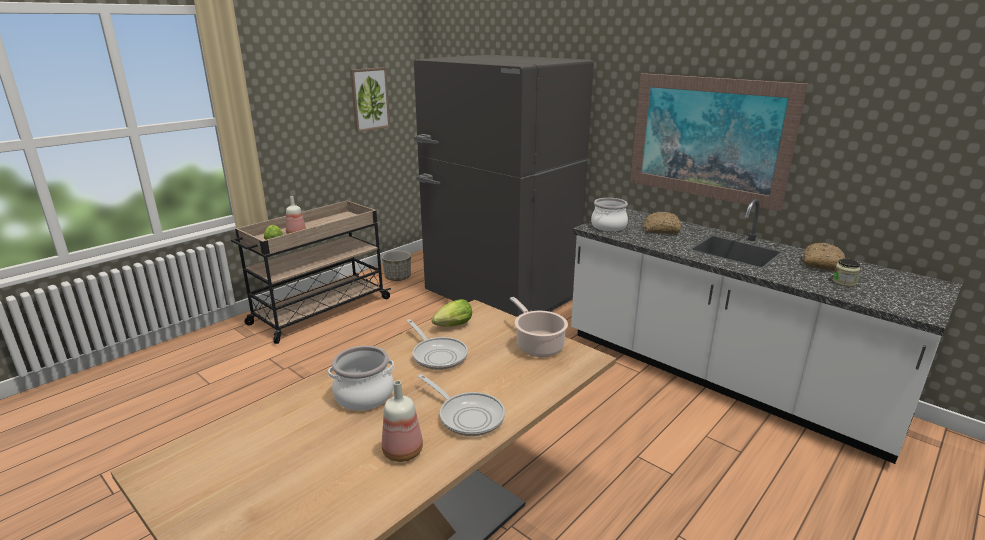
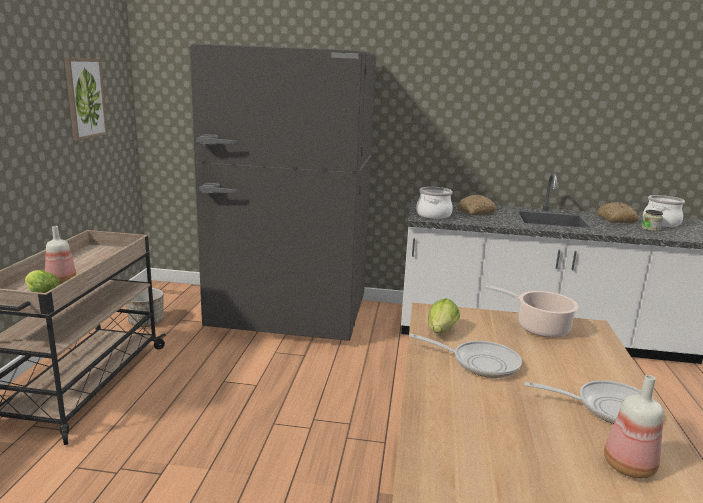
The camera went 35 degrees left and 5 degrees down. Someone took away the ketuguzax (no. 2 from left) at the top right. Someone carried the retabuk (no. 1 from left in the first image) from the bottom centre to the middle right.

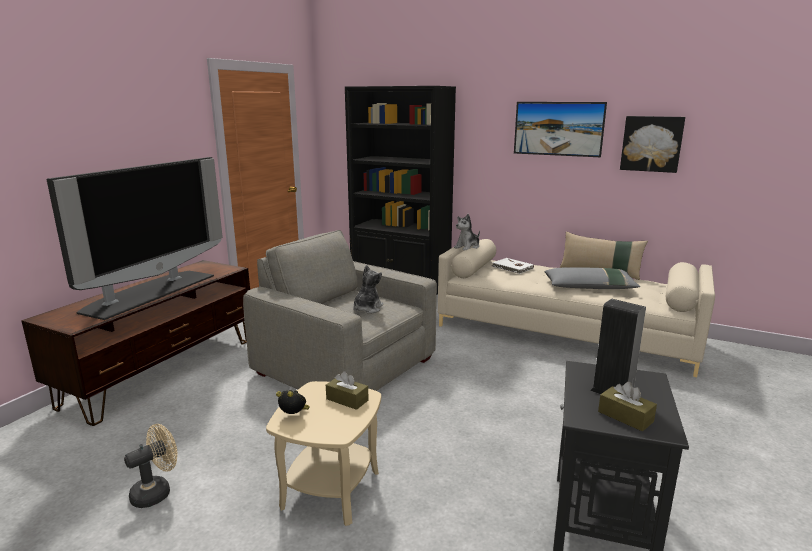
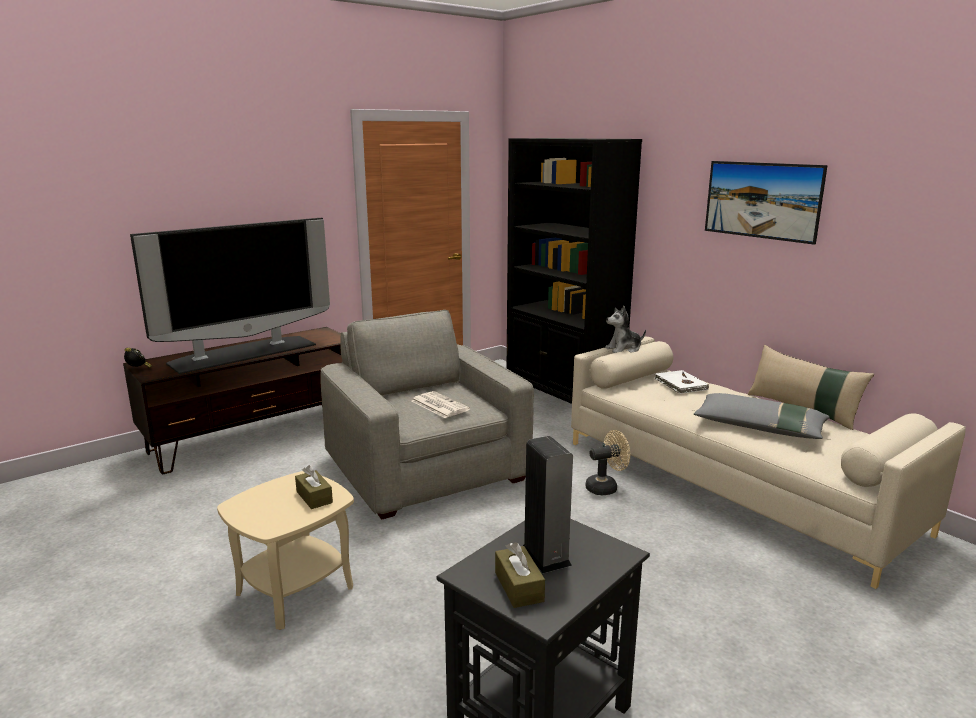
The camera went 25 degrees right and 0 degrees up. Someone took away the ketuguzax (no. 2 from left) at the top right. Someone carried the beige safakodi from the bottom left to the centre. Someone carried the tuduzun from the bottom centre to the middle left. Someone swapped the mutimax (no. 1 from left) at the centre for the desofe at the centre.

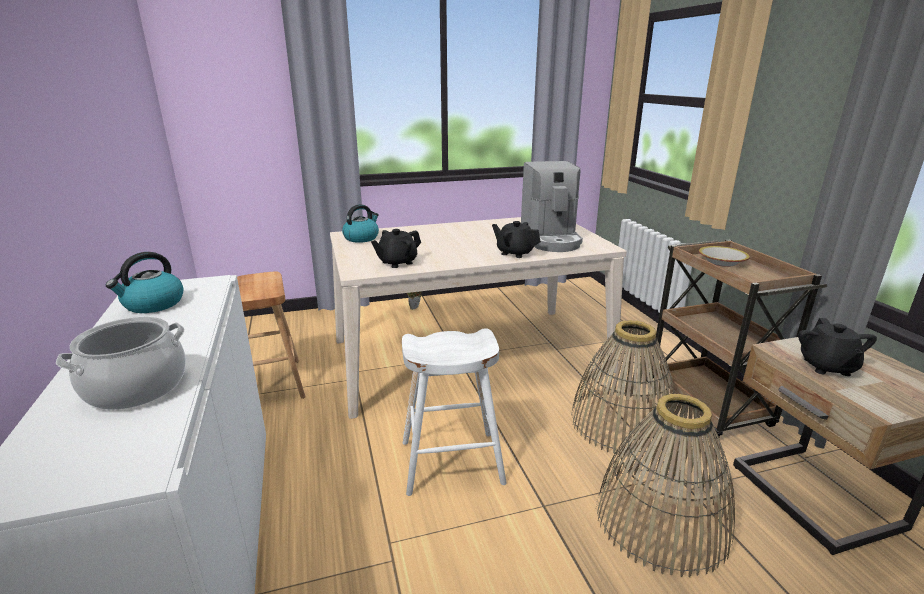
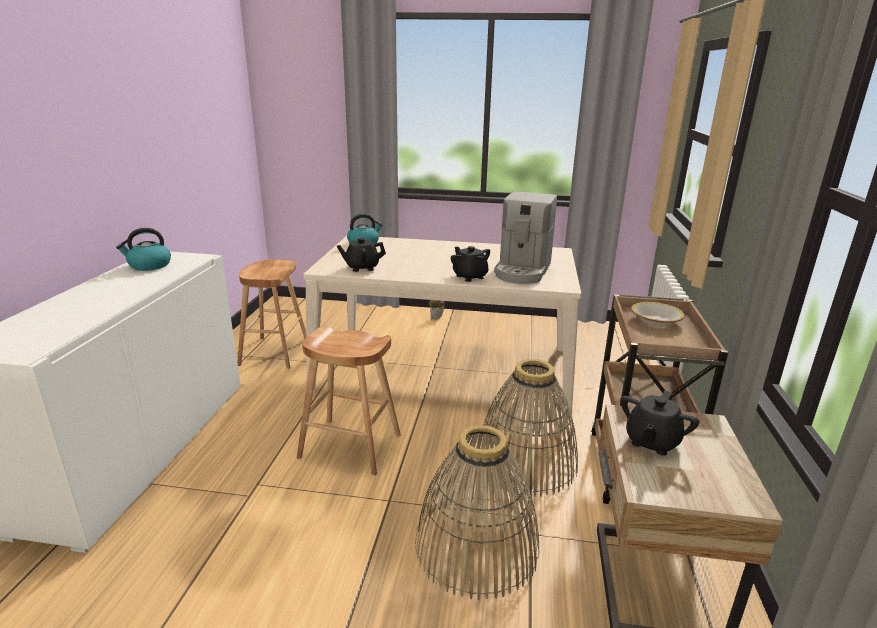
The camera went 25 degrees right and 0 degrees up. Someone took away the retabuk at the middle left. Someone repainted the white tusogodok at the bottom centre, which became the brown tusogodok (no. 2 from left) at the centre.

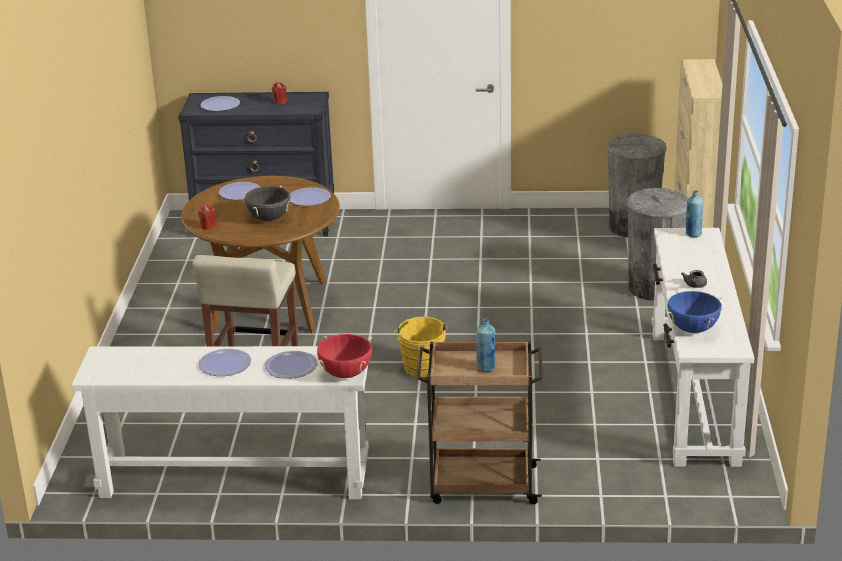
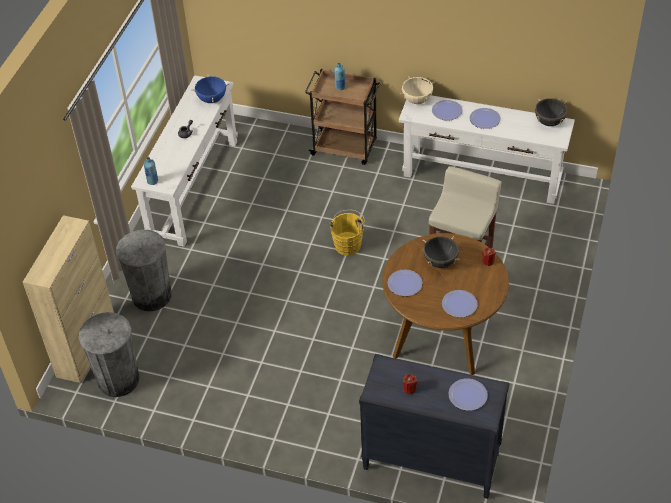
The camera went 165 degrees left and 20 degrees up. Someone put down the black retabuk (no. 2 from left) at the top right. Someone repainted the red retabuk at the centre, which became the beige retabuk at the top centre.

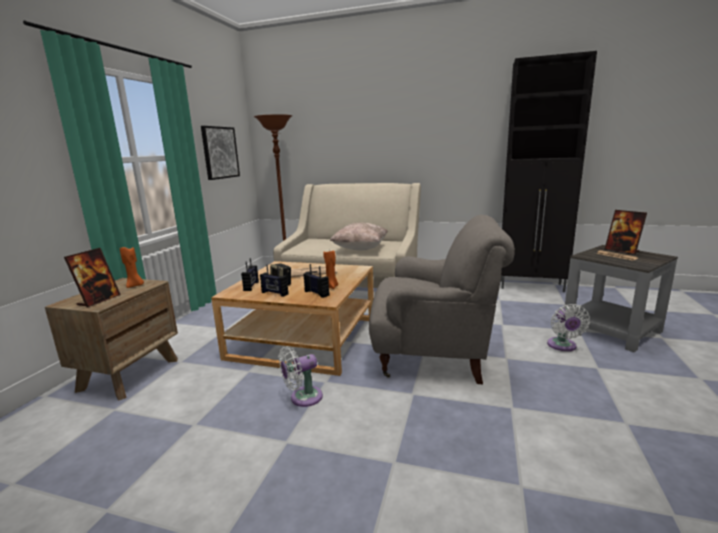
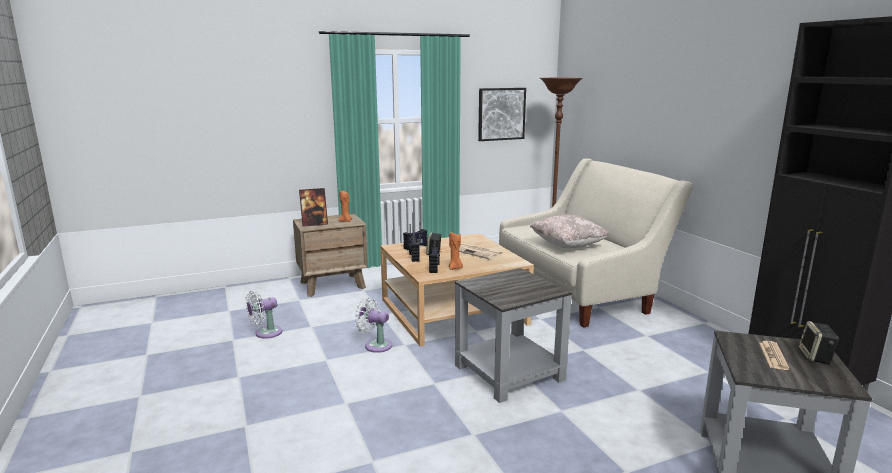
The camera went 50 degrees right and 0 degrees up. Someone carried the white safakodi (no. 2 from left in the first image) from the middle right to the middle left. Someone swapped the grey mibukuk at the centre for the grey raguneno (no. 1 from left) at the bottom centre. Someone swapped the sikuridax (no. 2 from left) at the middle right for the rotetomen (no. 2 from left) at the bottom right.

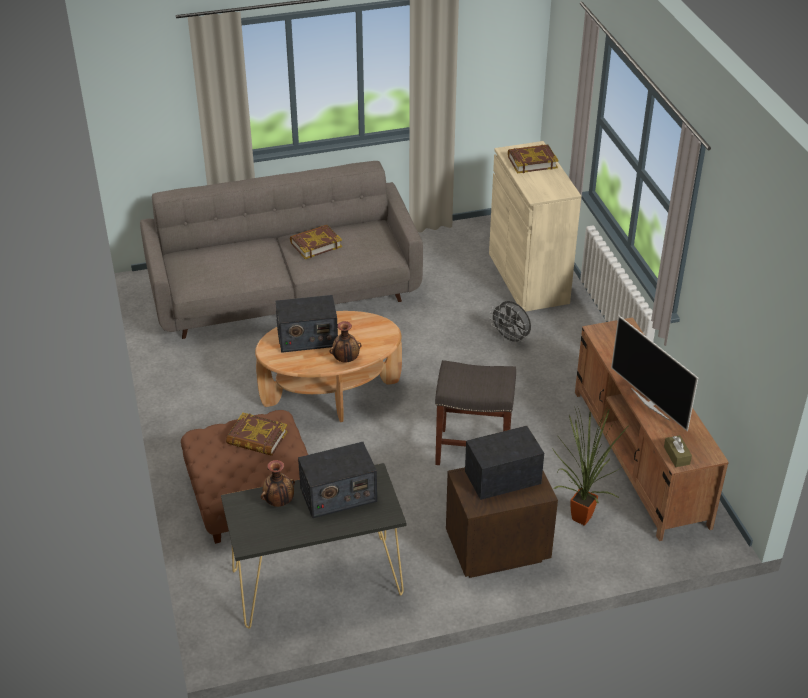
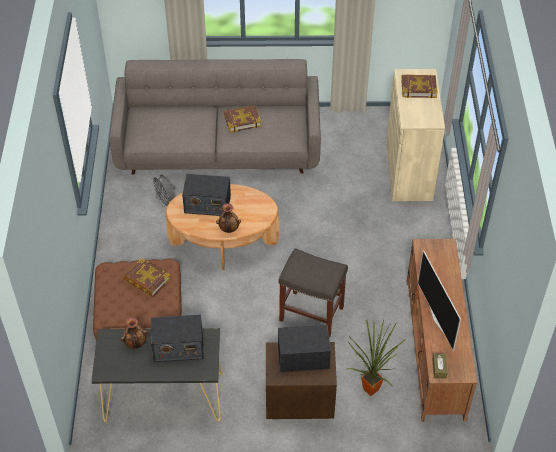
The camera went 15 degrees right and 10 degrees up. Someone carried the grey safakodi from the centre to the middle left.

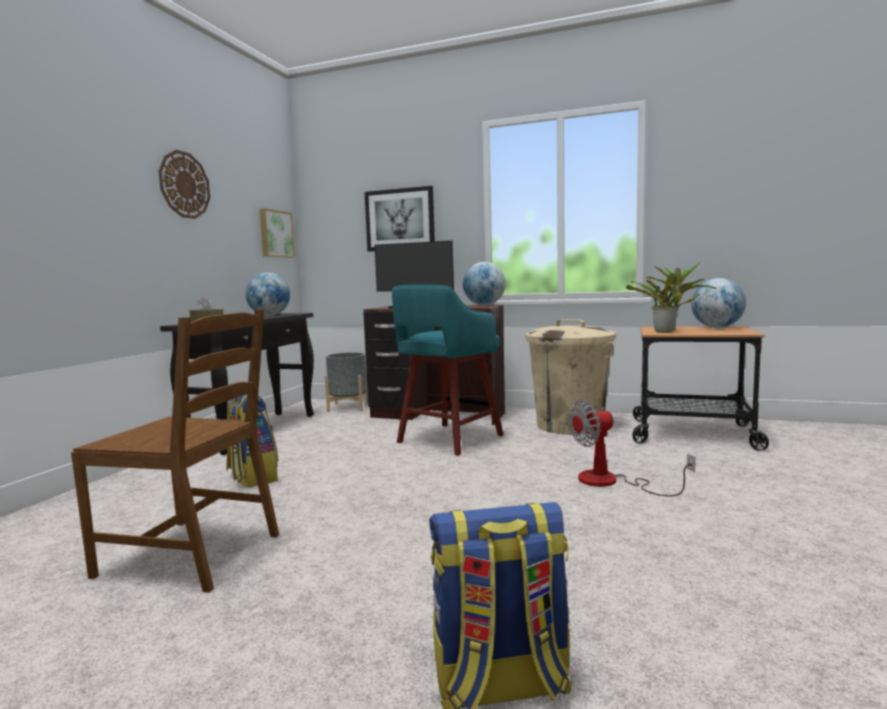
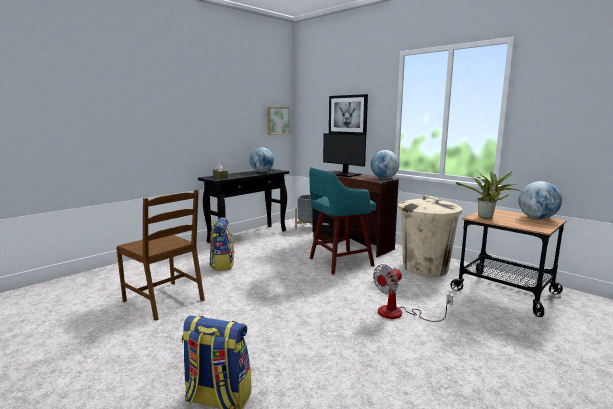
The camera went 25 degrees right and 5 degrees up. Someone took away the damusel at the top left. Someone rotated the safakodi at the middle right by 45 degrees counterclockwise.

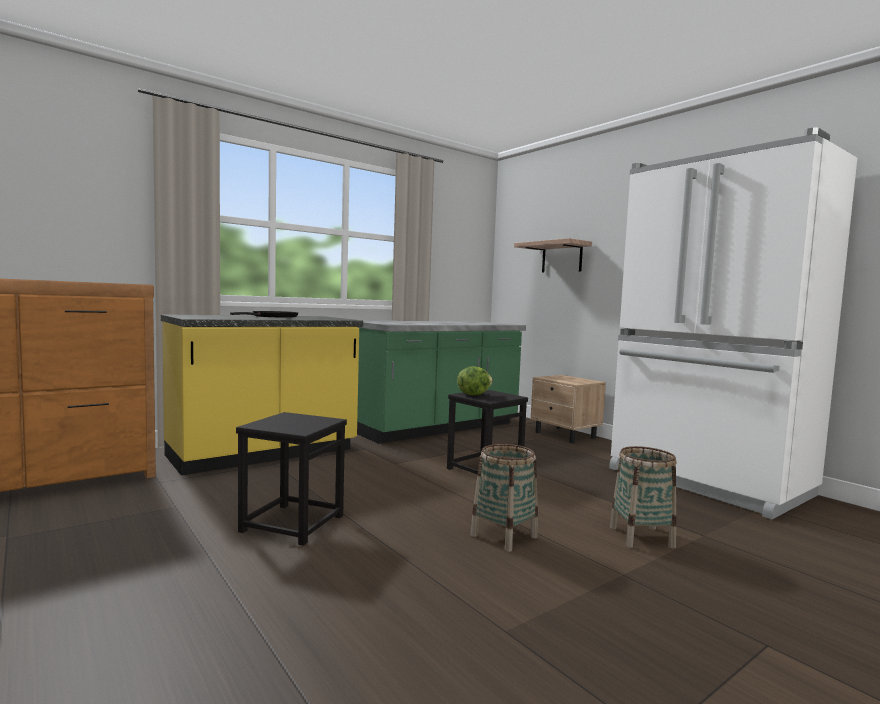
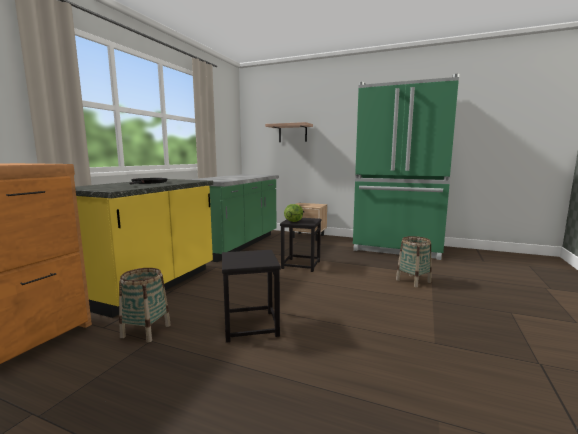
The camera went 30 degrees left and 5 degrees up. Someone carried the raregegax (no. 1 from left) from the bottom centre to the bottom left. Someone repainted the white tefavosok at the middle right, which became the green tefavosok at the middle right.

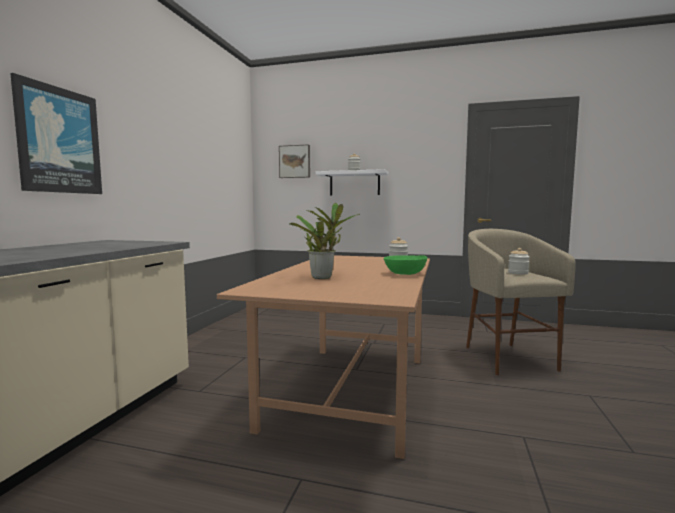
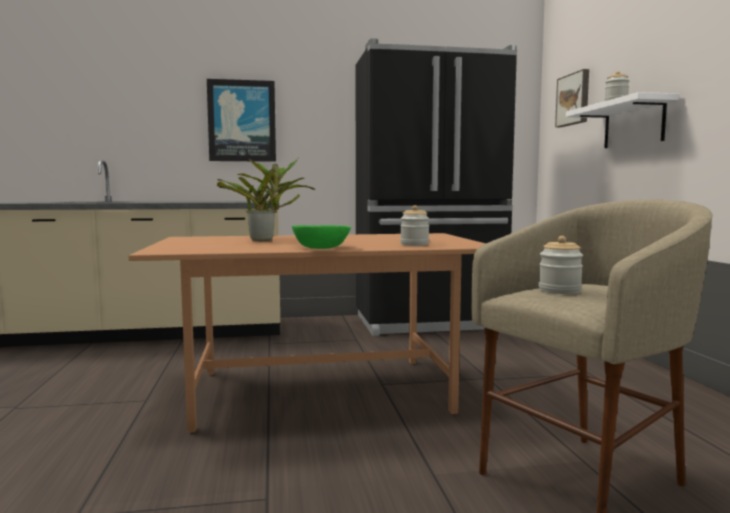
The camera went 65 degrees right and 0 degrees up. Someone put down the black tefavosok at the centre.

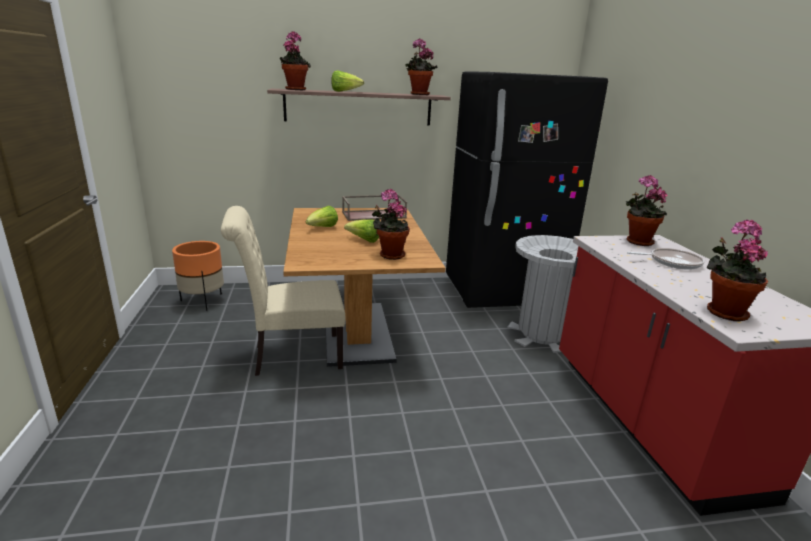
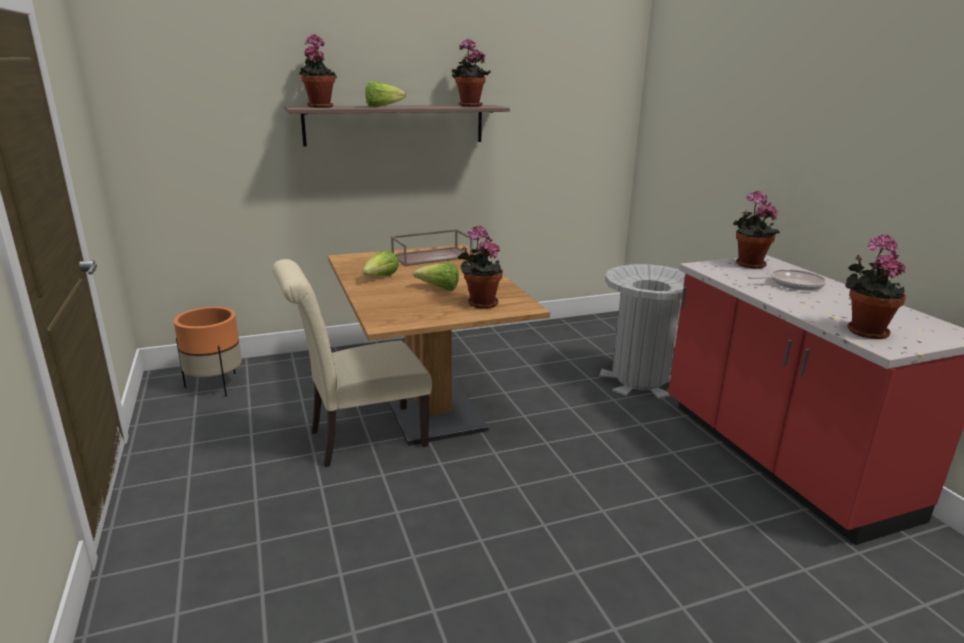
The camera went 10 degrees left and 0 degrees up. Someone took away the black tefavosok at the centre.

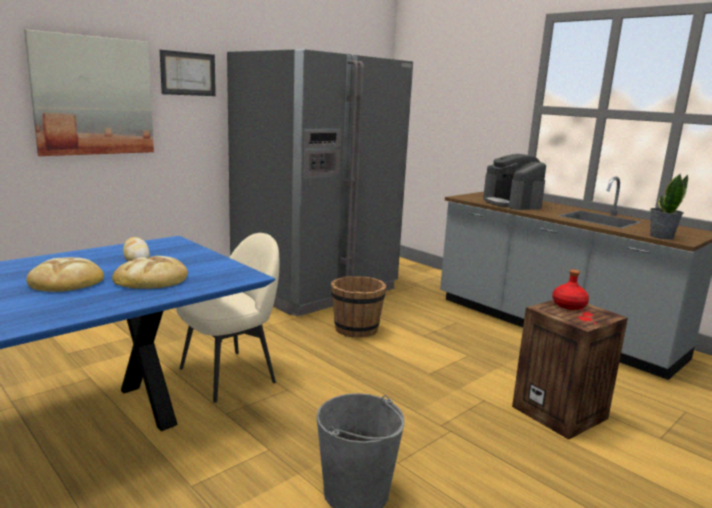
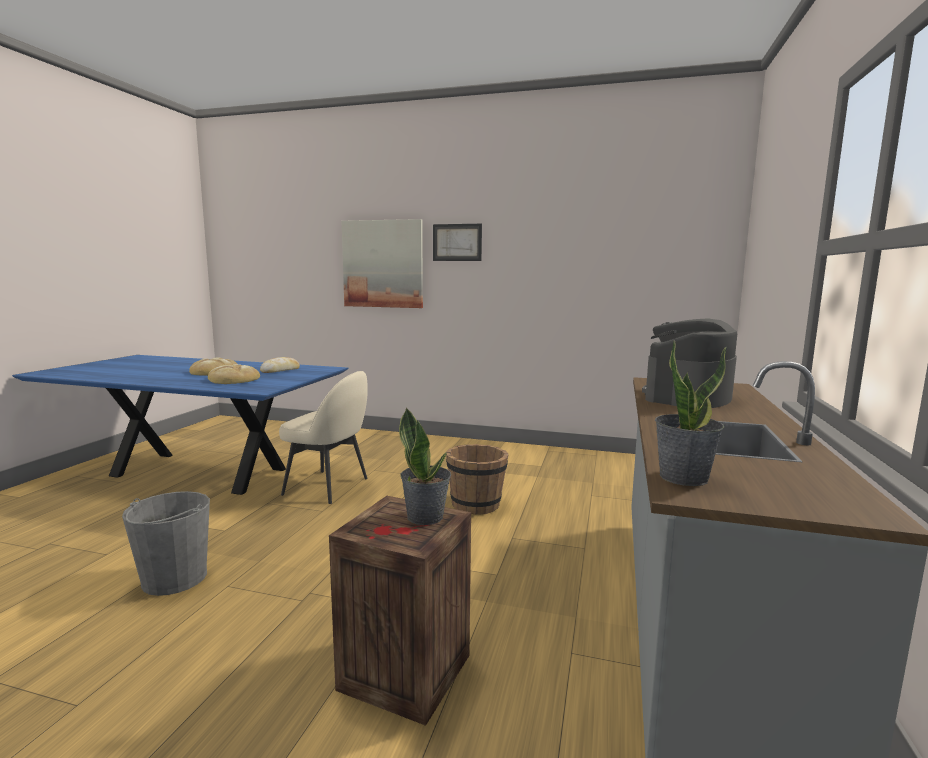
The camera went 60 degrees right and 5 degrees down. Someone took away the grey tefavosok at the centre. Someone swapped the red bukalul at the middle right for the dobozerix (no. 1 from left) at the centre.

